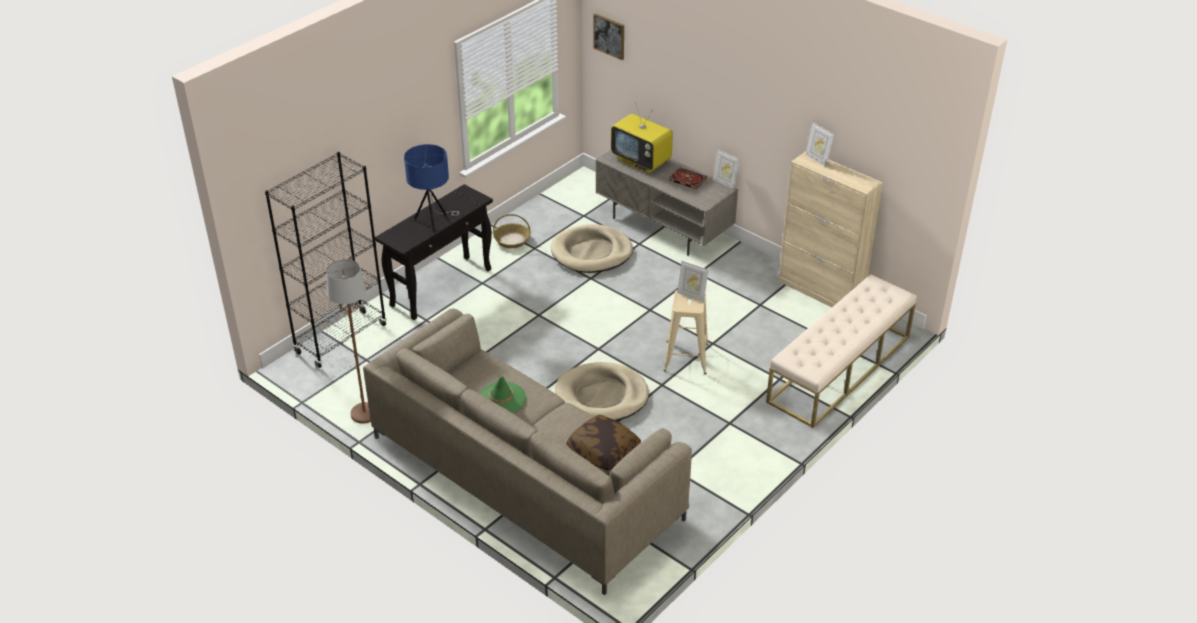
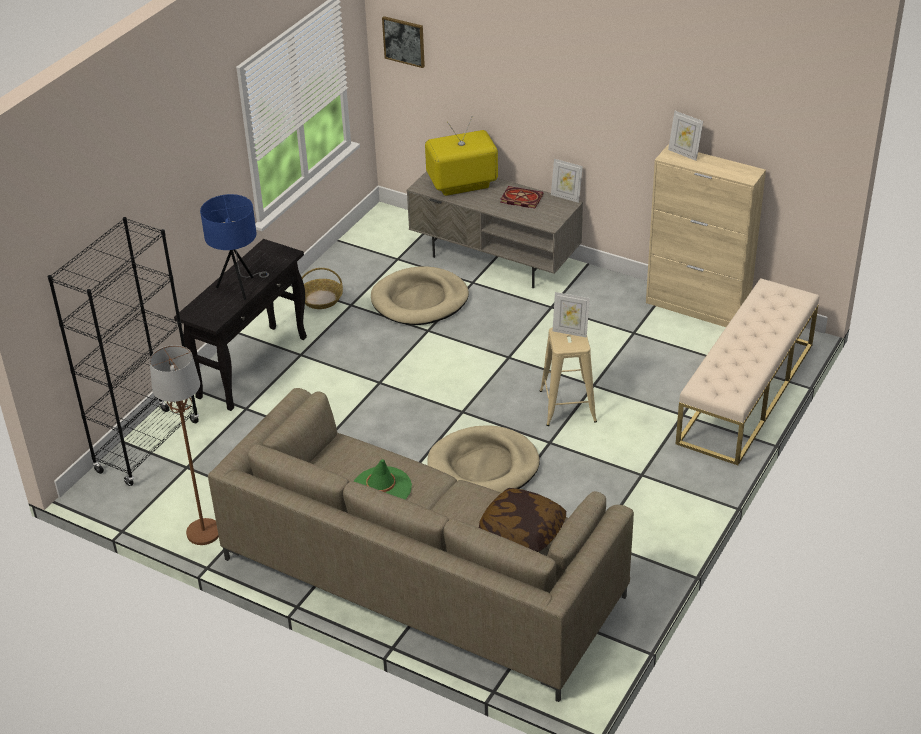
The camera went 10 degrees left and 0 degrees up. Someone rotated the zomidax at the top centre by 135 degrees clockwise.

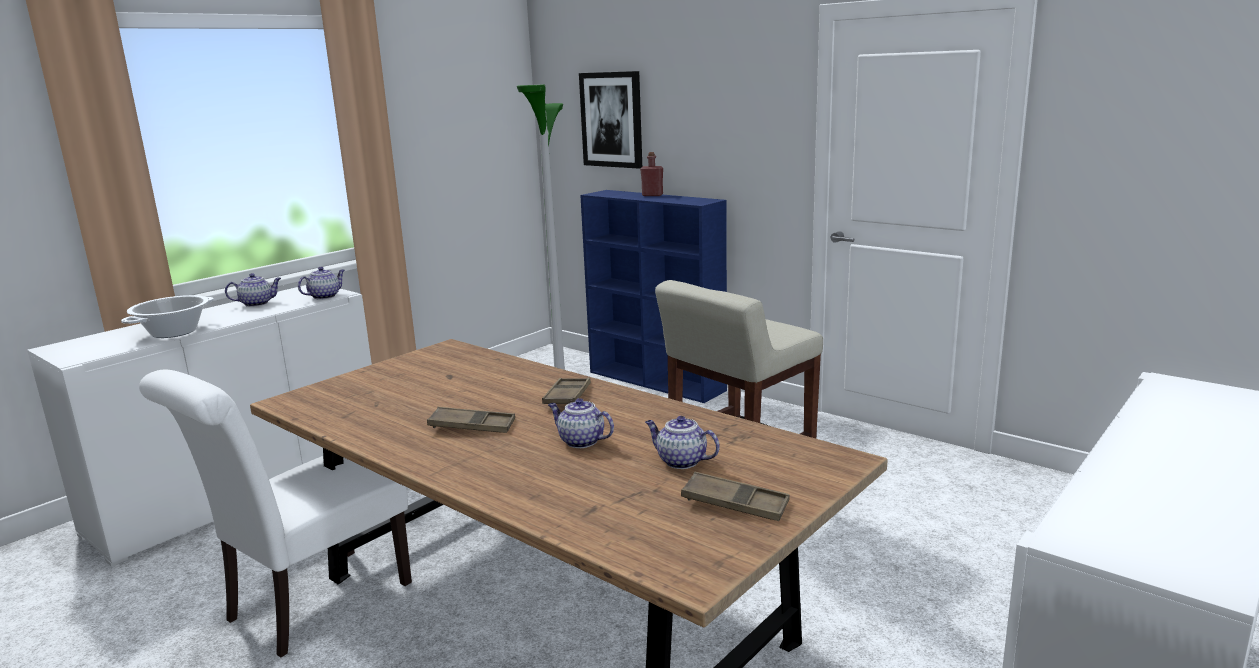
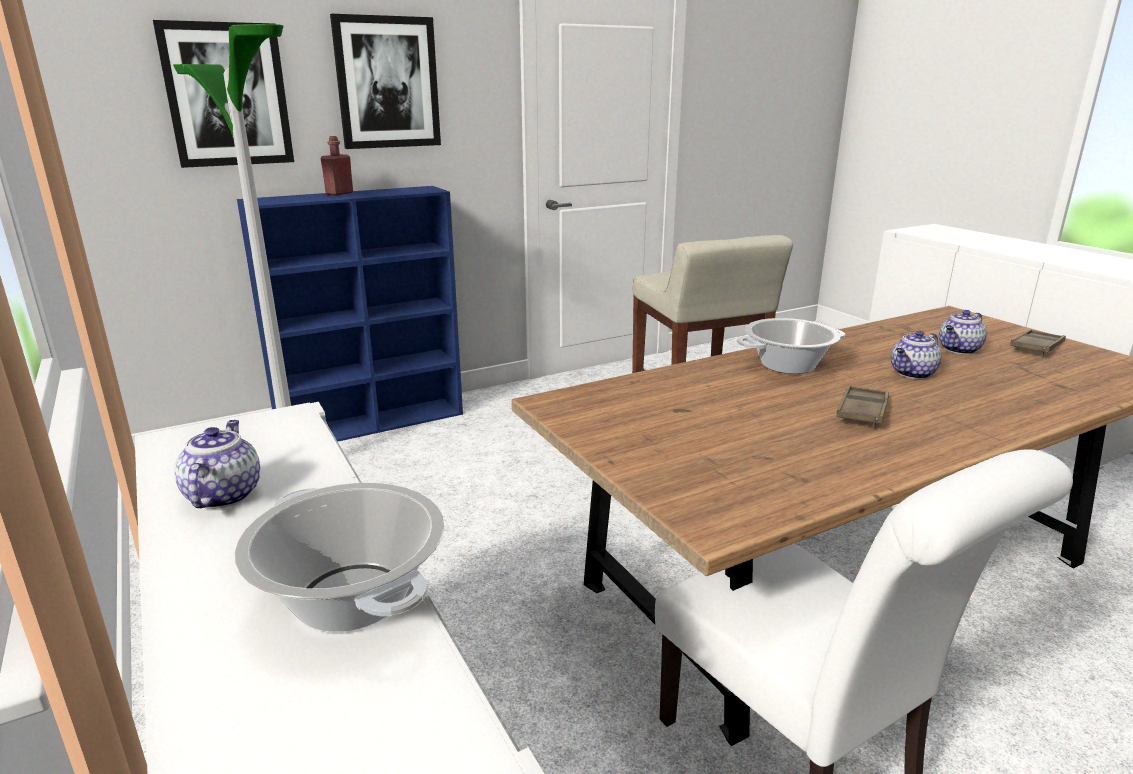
The camera went 70 degrees left and 5 degrees up. Someone took away the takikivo (no. 2 from left) at the middle left. Someone put up the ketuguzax (no. 2 from left) at the top centre. Someone swapped the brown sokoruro (no. 2 from left) at the centre for the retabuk (no. 2 from left) at the middle right.

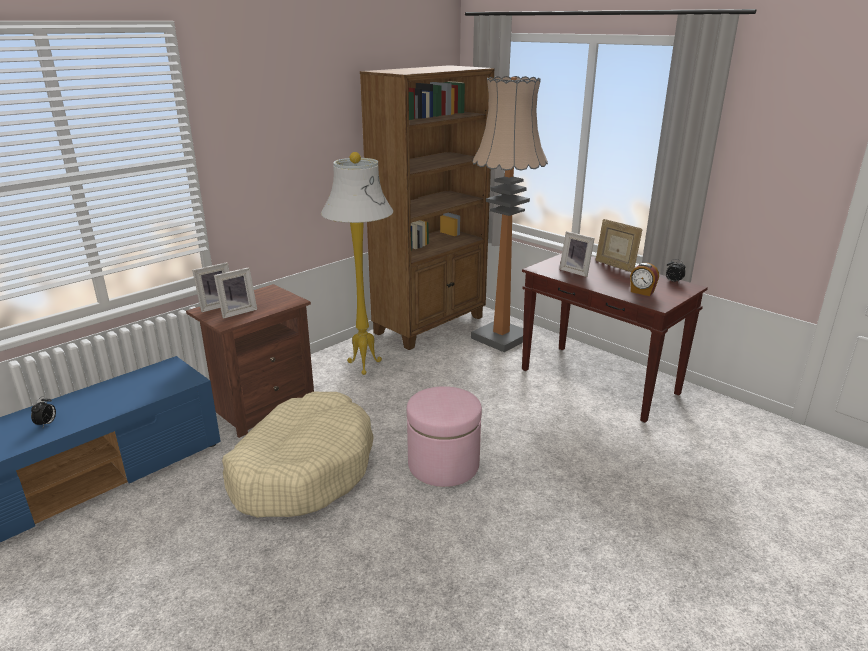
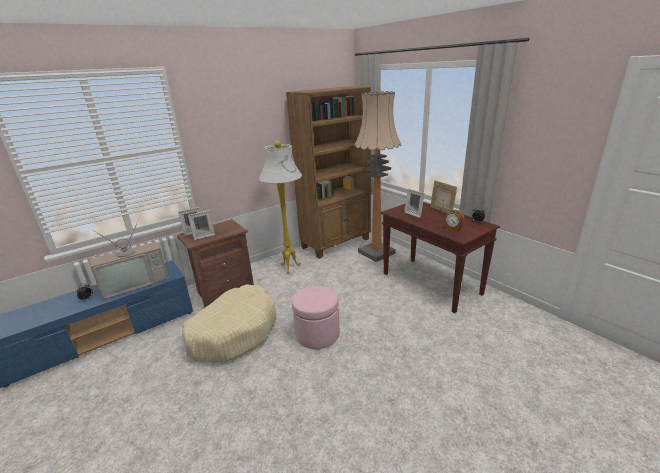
The camera went 10 degrees right and 0 degrees up. Someone put down the zomidax at the middle left.

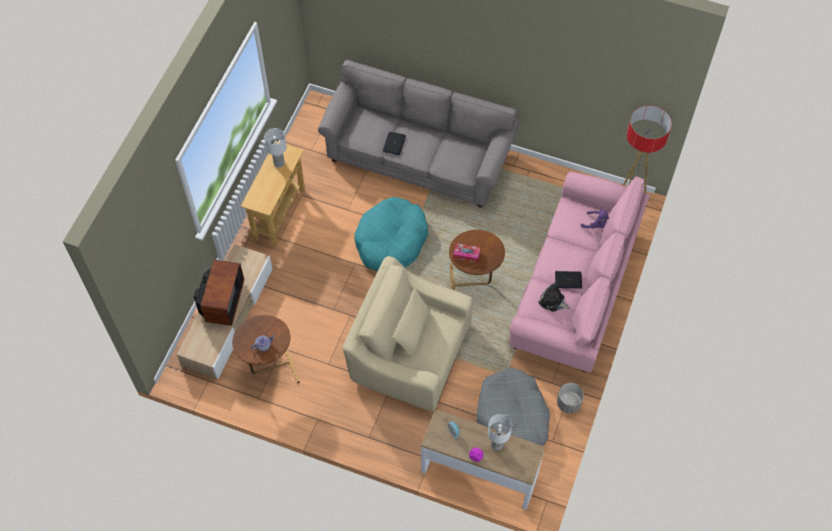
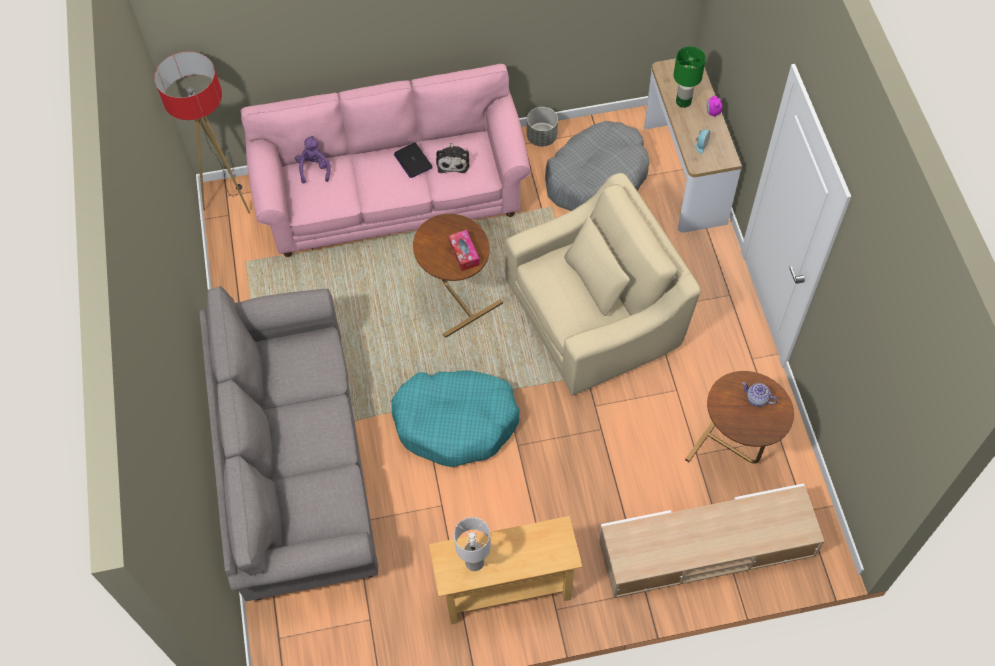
The camera went 120 degrees left and 0 degrees up. Someone took away the zomidax at the middle left. Someone took away the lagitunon (no. 1 from left) at the top centre. Someone repainted the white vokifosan (no. 2 from left) at the bottom centre, which became the green vokifosan at the top right. Someone rotated the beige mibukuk at the centre by 105 degrees counterclockwise.

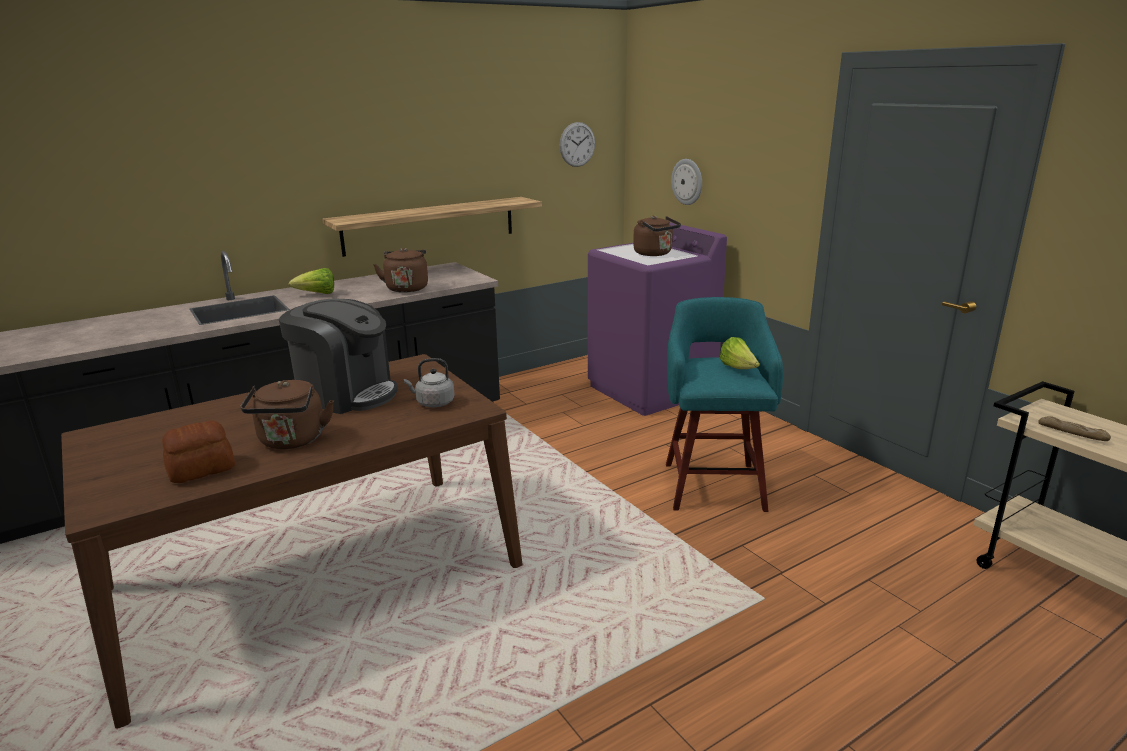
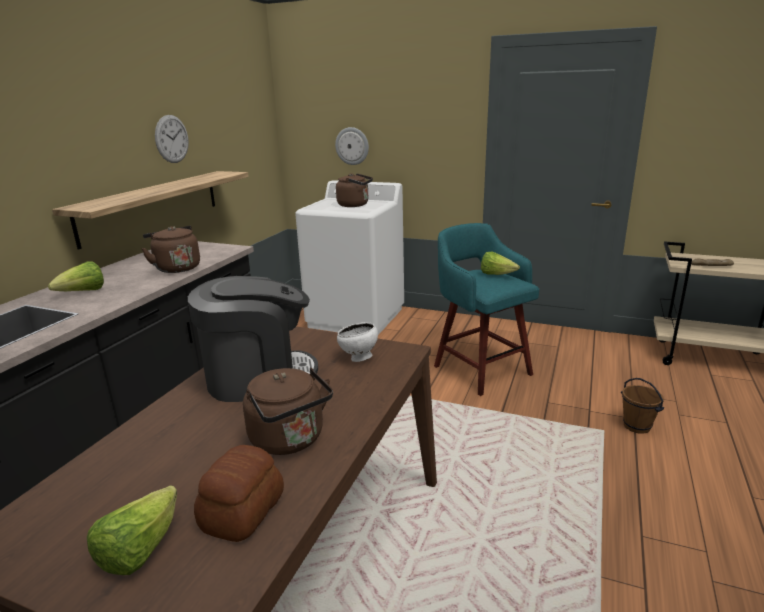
The camera went 35 degrees left and 0 degrees up. Someone put down the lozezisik (no. 2 from left) at the bottom left. Someone put down the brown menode at the middle right. Someone carried the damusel (no. 1 from left) from the top centre to the top left. Someone swapped the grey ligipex at the centre for the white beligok at the centre. Someone repainted the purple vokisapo at the centre, which became the white vokisapo at the centre.

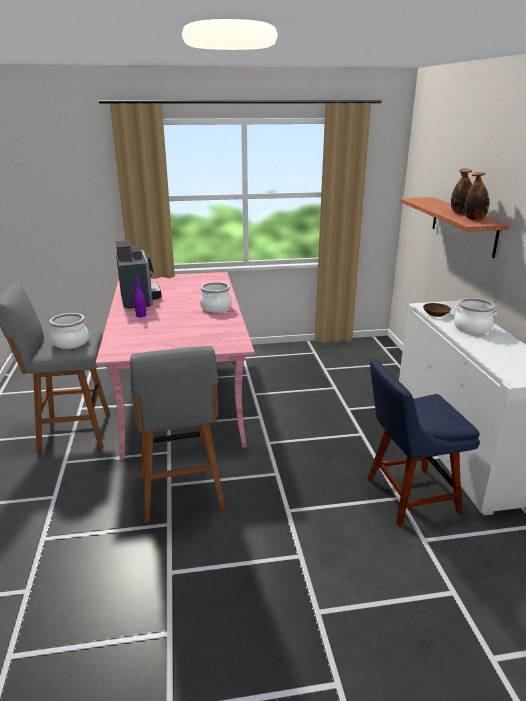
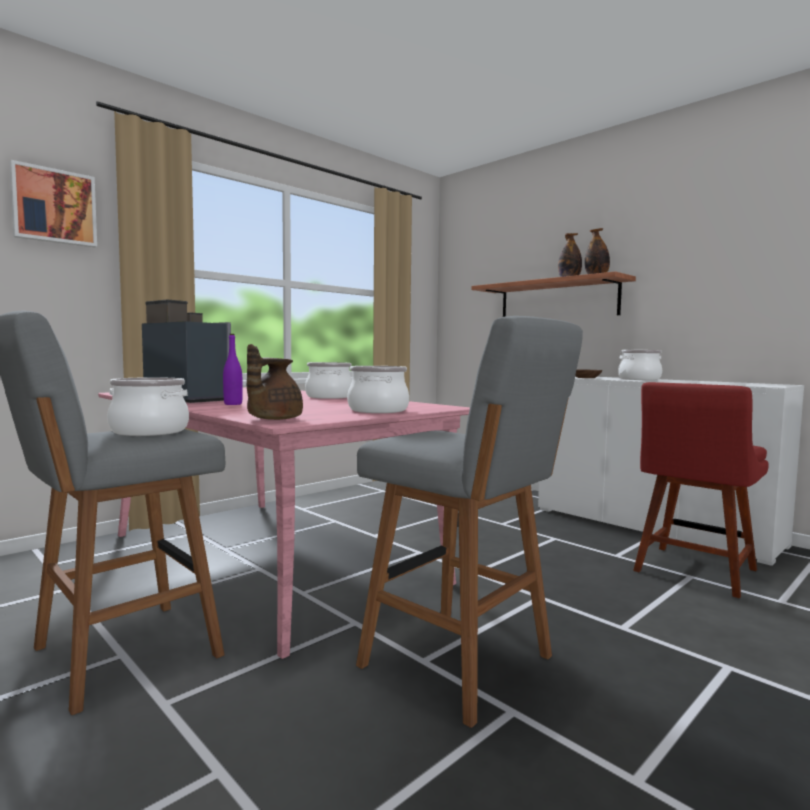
The camera went 35 degrees left and 20 degrees down. Someone put up the ketuguzax at the top left. Someone put down the brown takikivo at the centre. Someone put down the retabuk (no. 3 from left) at the centre. Someone repainted the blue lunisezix at the middle right, which became the red lunisezix at the middle right.

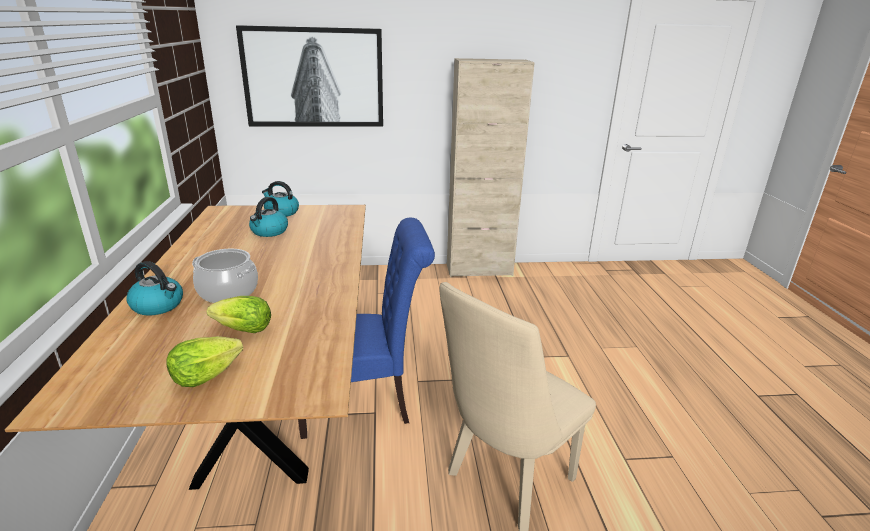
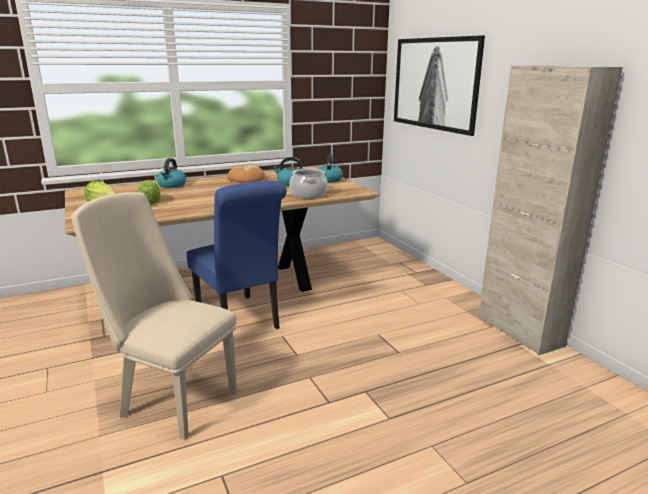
The camera went 70 degrees right and 5 degrees down. Someone put down the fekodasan at the centre. Someone carried the retabuk from the middle left to the centre.

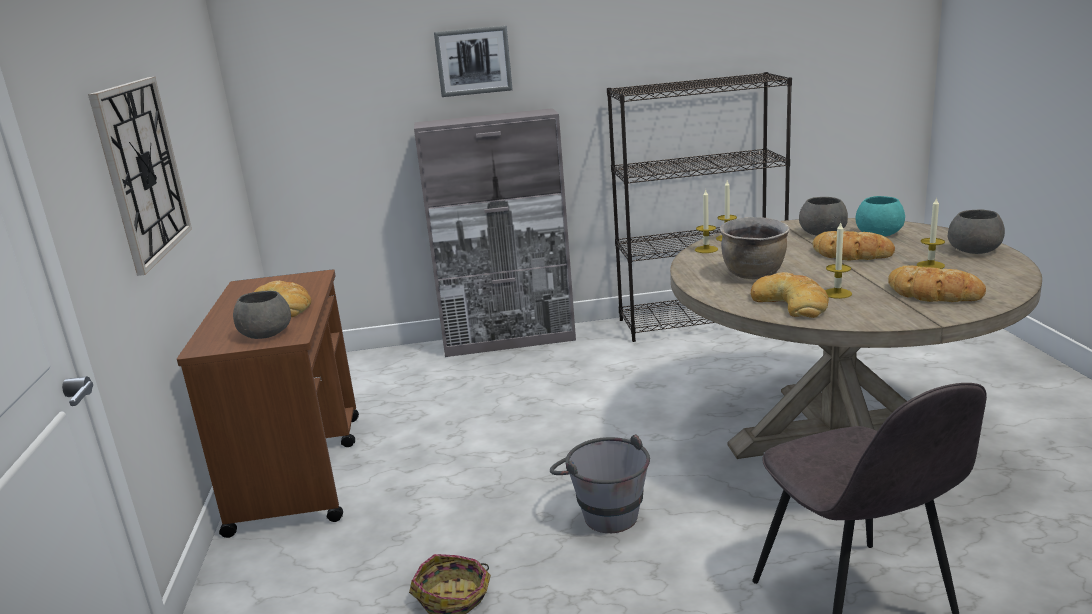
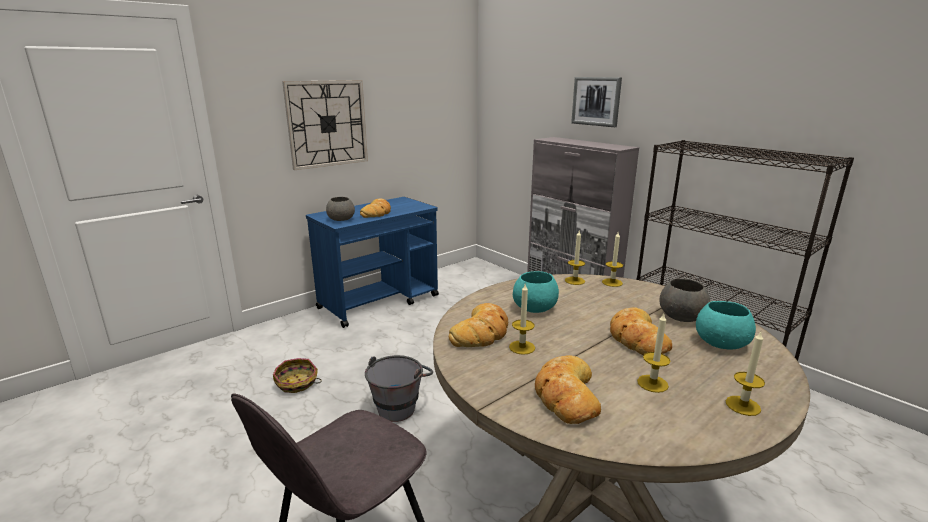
The camera went 55 degrees right and 0 degrees up. Someone swapped the brown retabuk at the middle right for the turquoise beligok (no. 1 from left) at the centre. Someone swapped the grey beligok (no. 3 from left) at the middle right for the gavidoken (no. 5 from left) at the bottom right. Someone repainted the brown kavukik at the middle left, which became the blue kavukik at the centre.

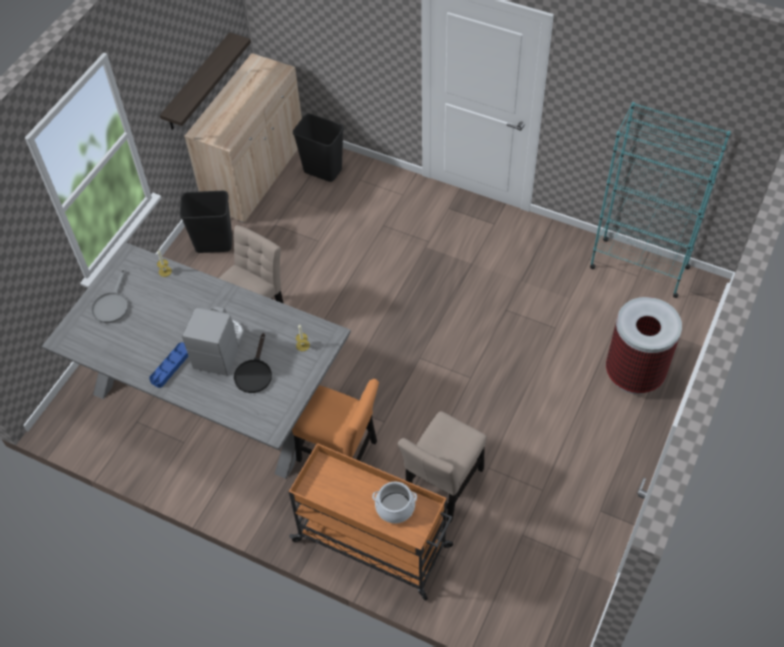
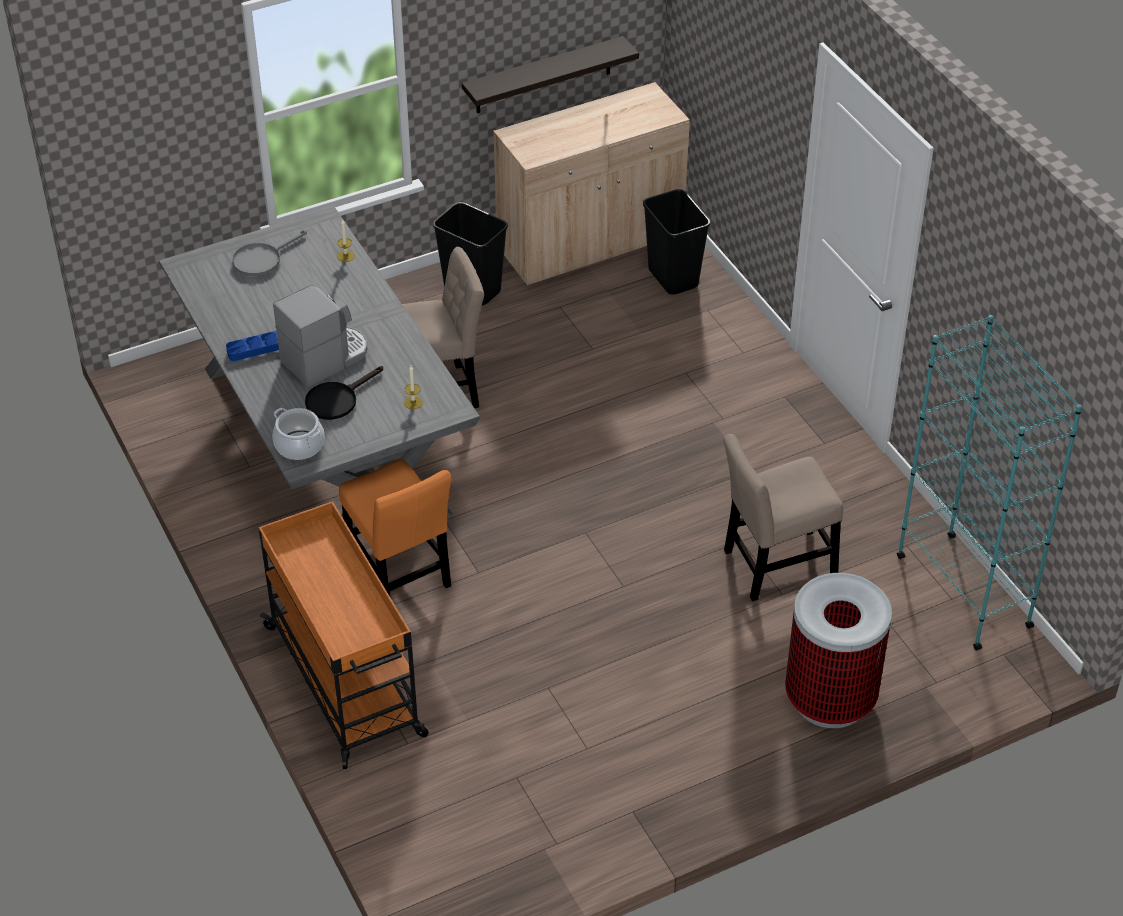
The camera went 35 degrees right and 10 degrees down. Someone carried the retabuk from the bottom centre to the middle left. Someone carried the beige lunisezix (no. 2 from left) from the bottom centre to the middle right.

